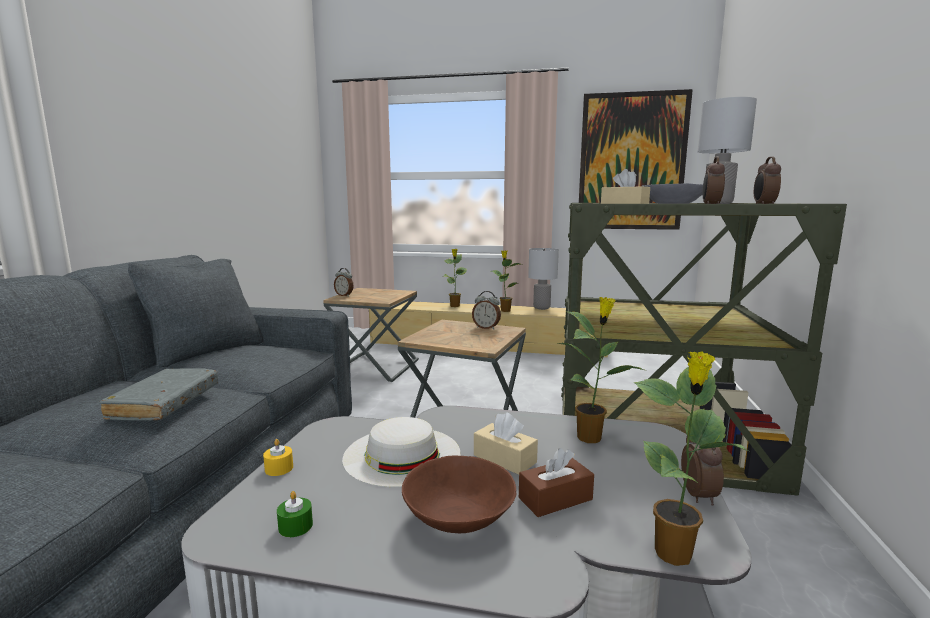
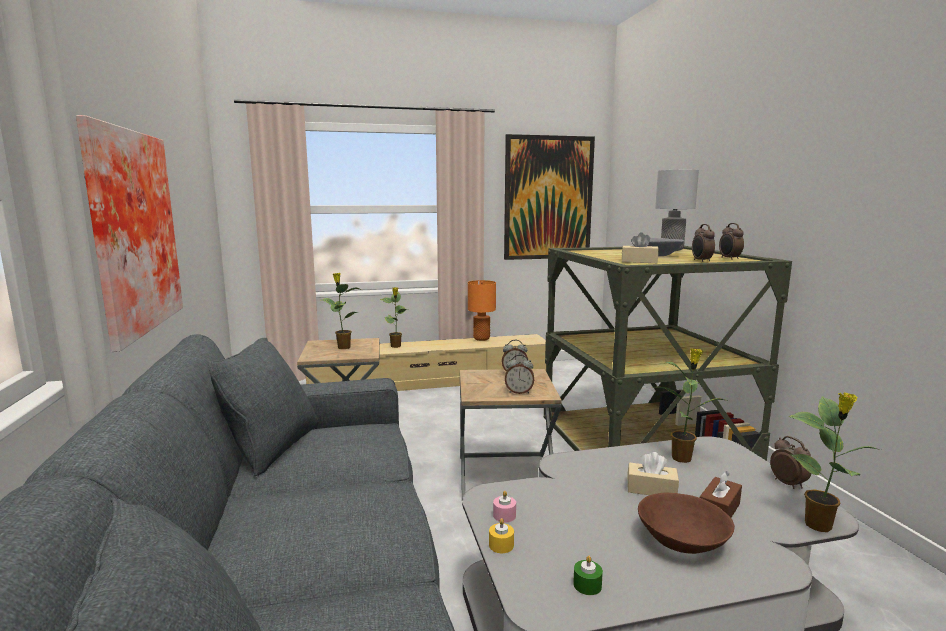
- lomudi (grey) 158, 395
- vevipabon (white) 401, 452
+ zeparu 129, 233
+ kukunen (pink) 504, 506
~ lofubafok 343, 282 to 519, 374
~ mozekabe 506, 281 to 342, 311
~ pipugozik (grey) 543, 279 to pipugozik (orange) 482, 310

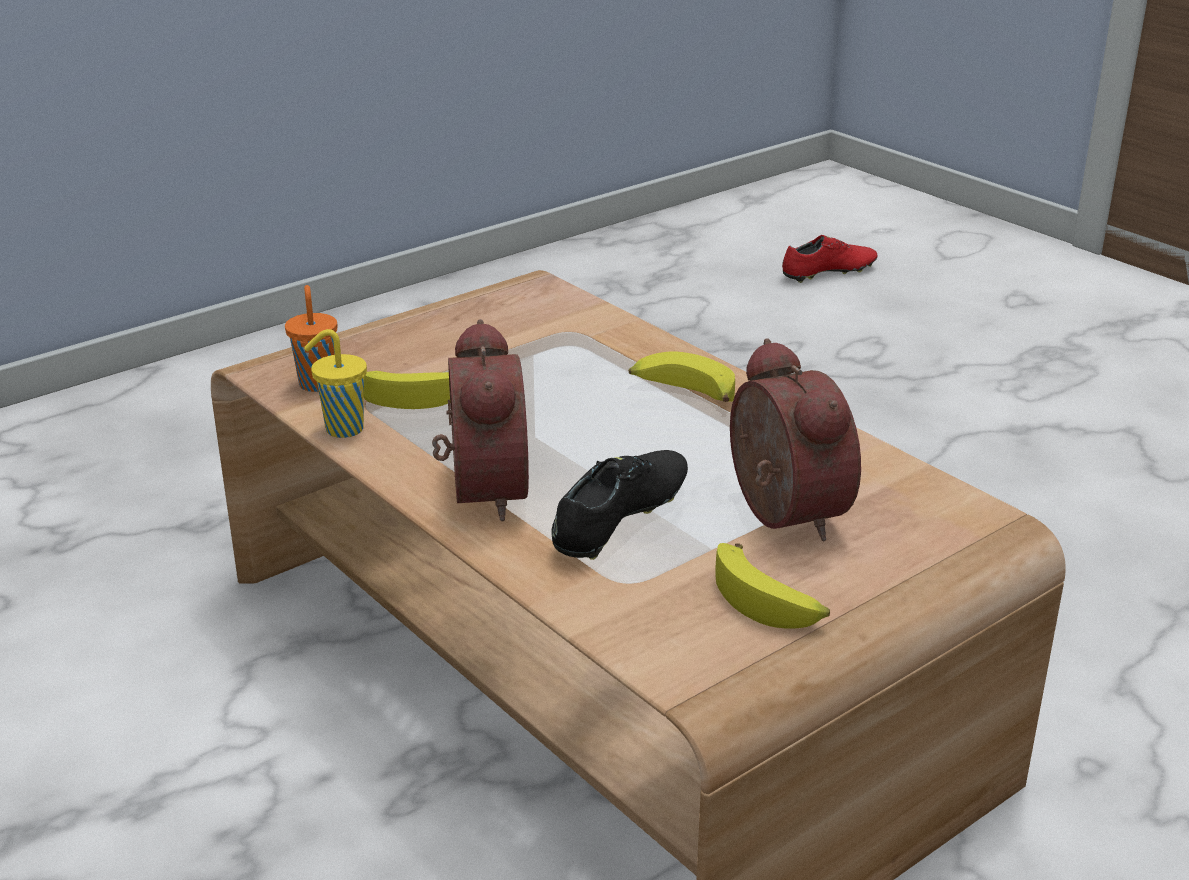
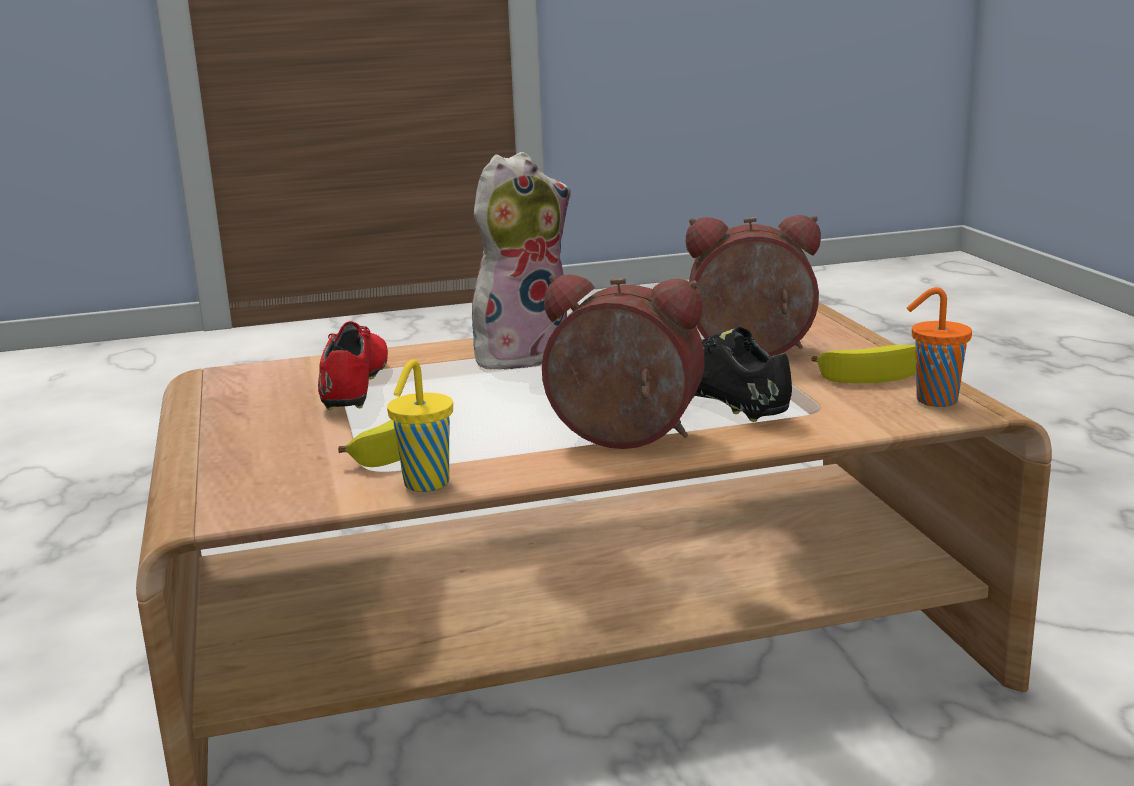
~ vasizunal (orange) 311, 338 to 939, 347
~ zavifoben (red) 829, 259 to 353, 365
~ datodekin 682, 376 to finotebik 521, 261

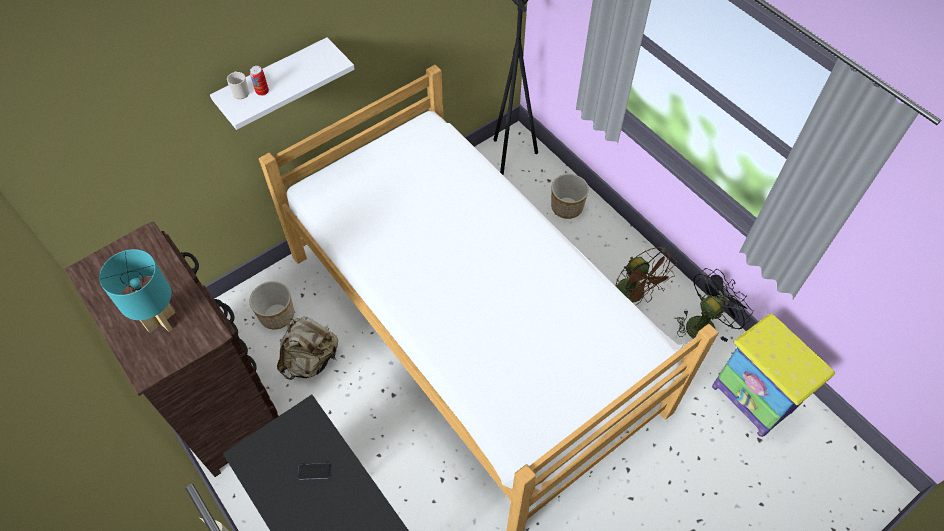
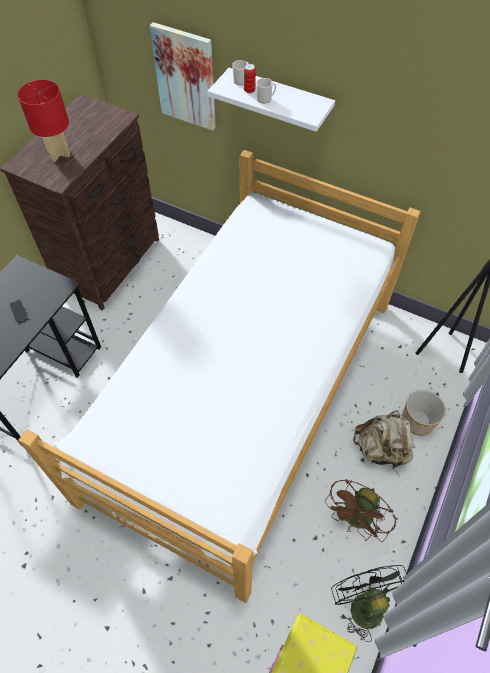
- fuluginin 271, 305
+ zeparu 183, 76
+ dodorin 266, 91
~ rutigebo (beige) 307, 348 to 384, 440
~ pipugozik (turquoise) 137, 291 to pipugozik (red) 44, 121
~ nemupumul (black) 715, 305 = 369, 603 135 degrees counterclockwise

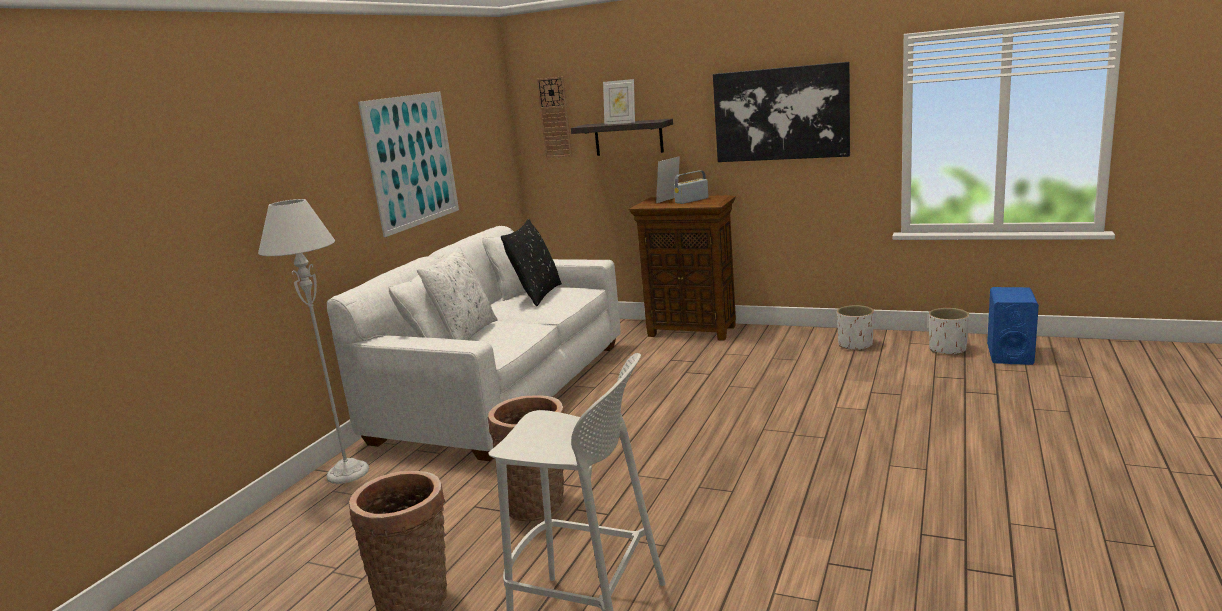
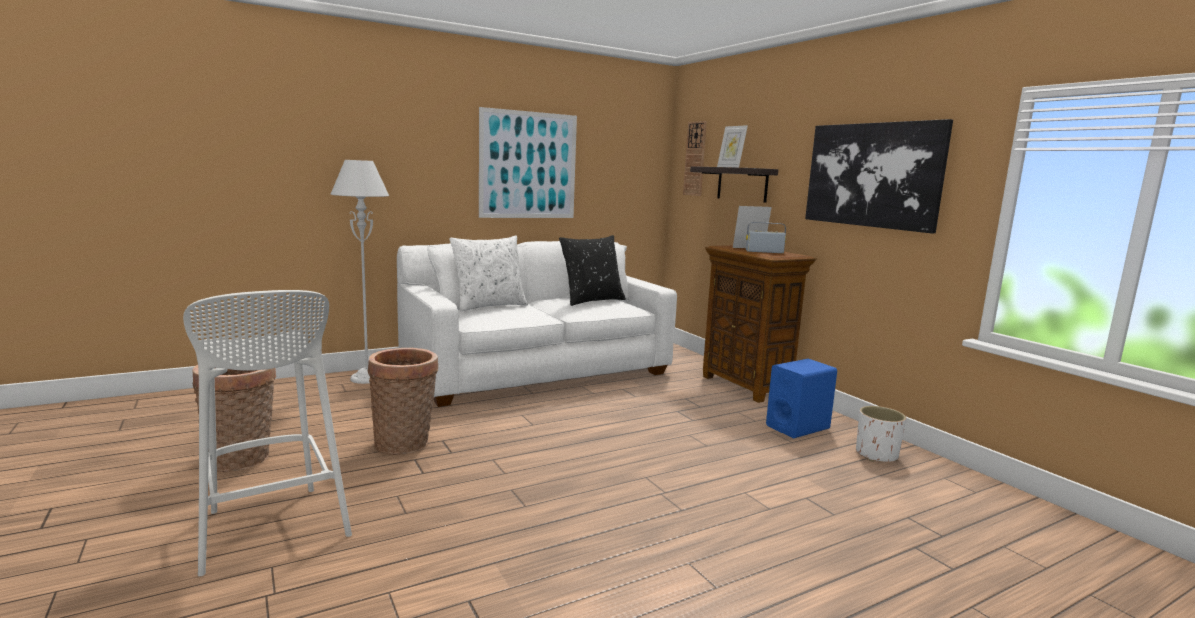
- fuluginin (white) 949, 331
~ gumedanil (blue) 1013, 326 to 801, 398

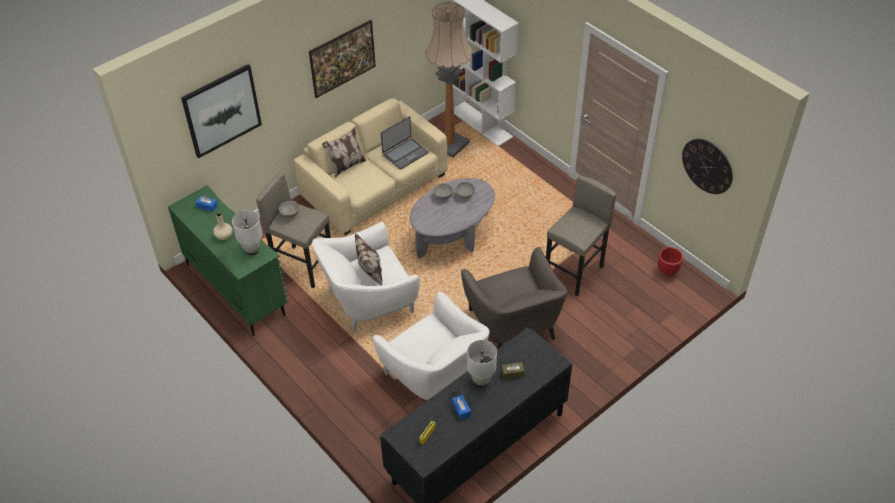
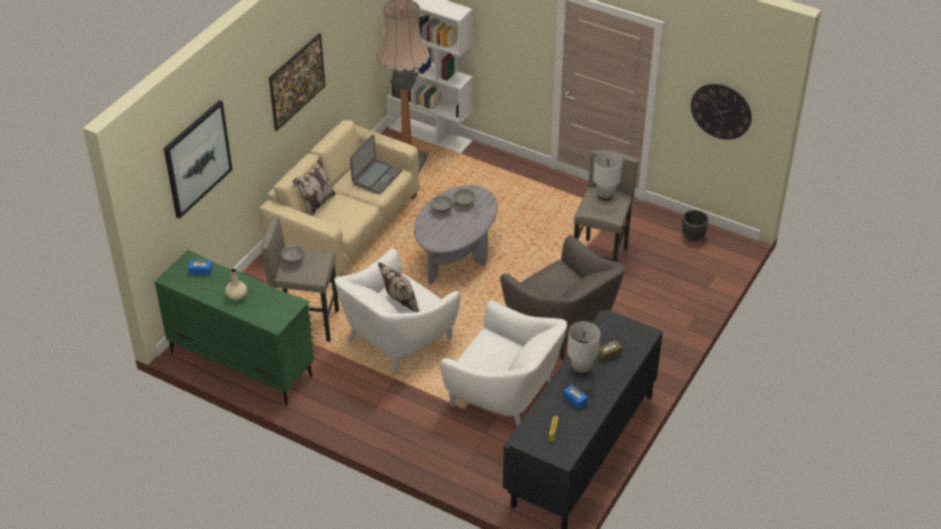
~ pipugozik (white) 247, 232 to 607, 176
~ fuluginin (red) 670, 261 to fuluginin (black) 695, 225

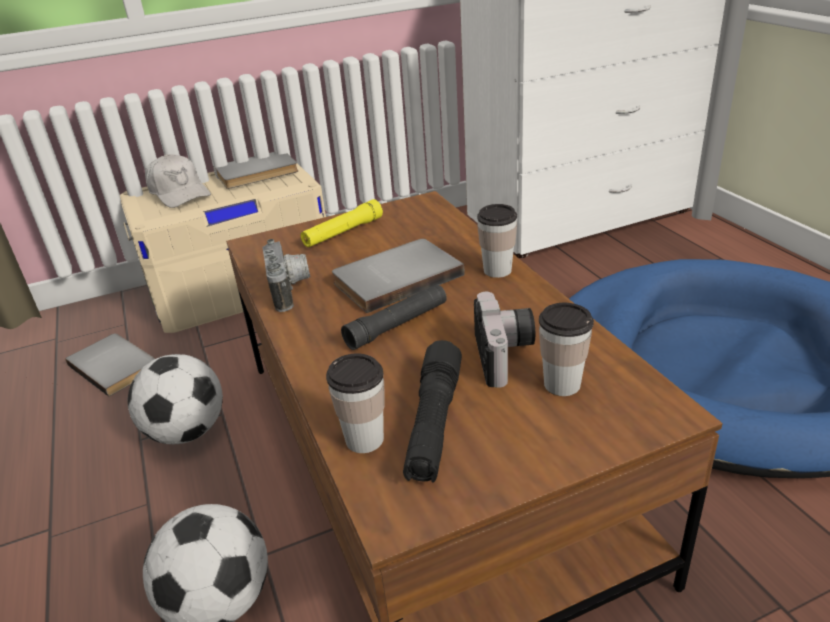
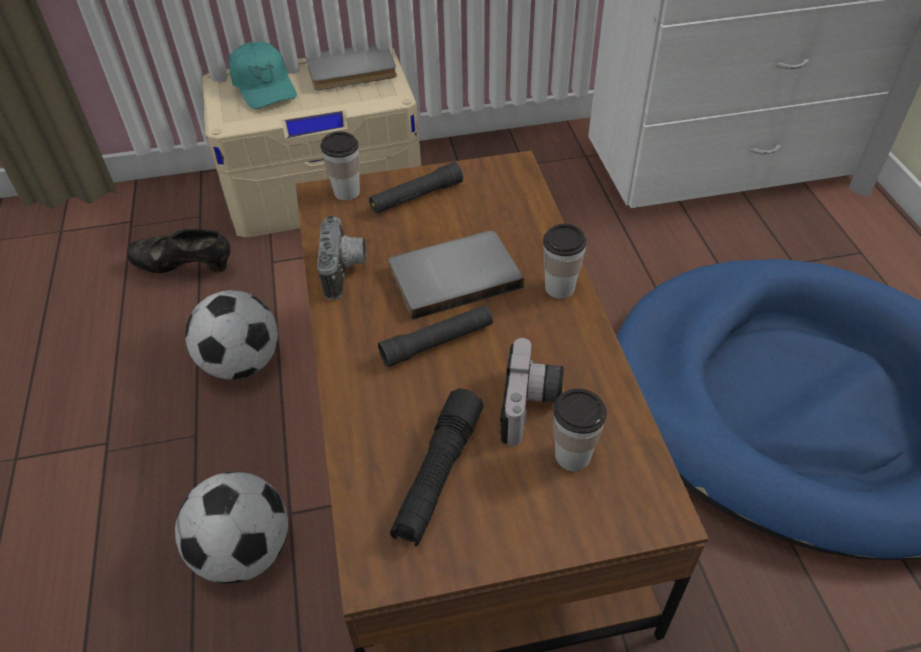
~ vasizunal 355, 403 to 340, 166
~ lomudi (grey) 110, 365 to zavifoben (black) 179, 250
~ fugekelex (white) 178, 181 to fugekelex (turquoise) 263, 75
~ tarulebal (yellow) 342, 223 to tarulebal (black) 416, 188

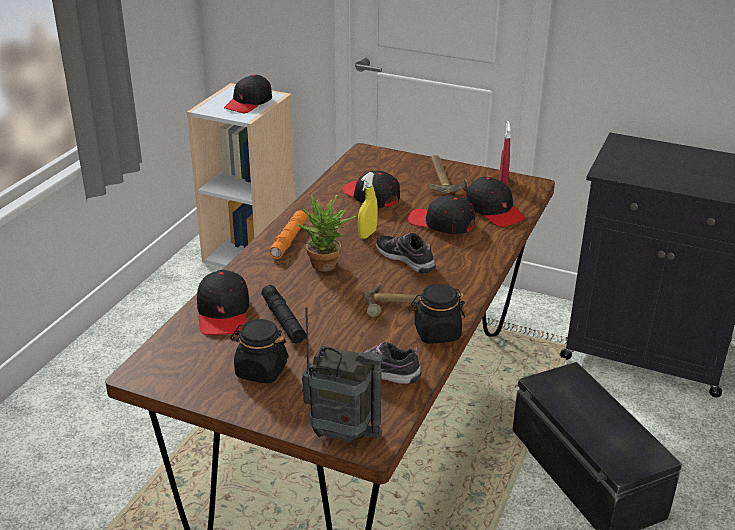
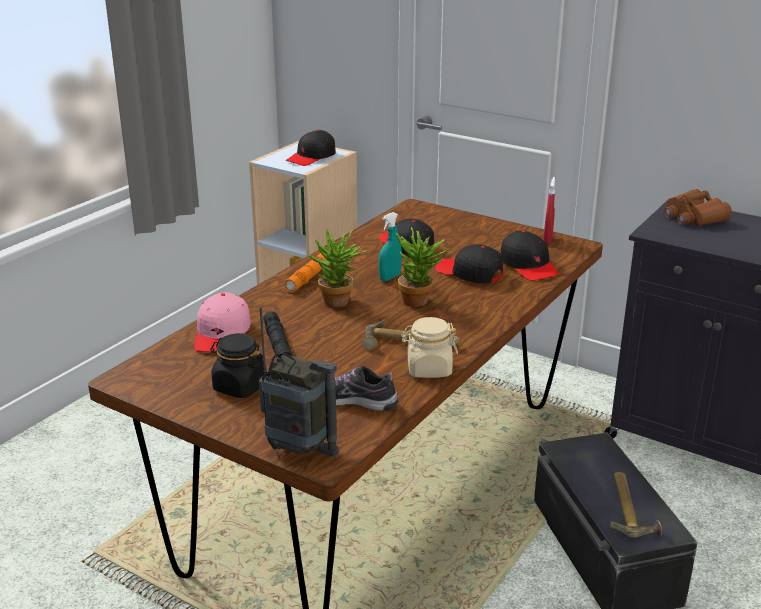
+ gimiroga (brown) 698, 207
~ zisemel 448, 174 to 636, 505
~ zavifoben 405, 253 to mozekabe 424, 267
~ fugekelex (black) 223, 302 to fugekelex (pink) 222, 322
~ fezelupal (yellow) 368, 205 to fezelupal (turquoise) 390, 246
~ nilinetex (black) 438, 314 to nilinetex (beige) 429, 347

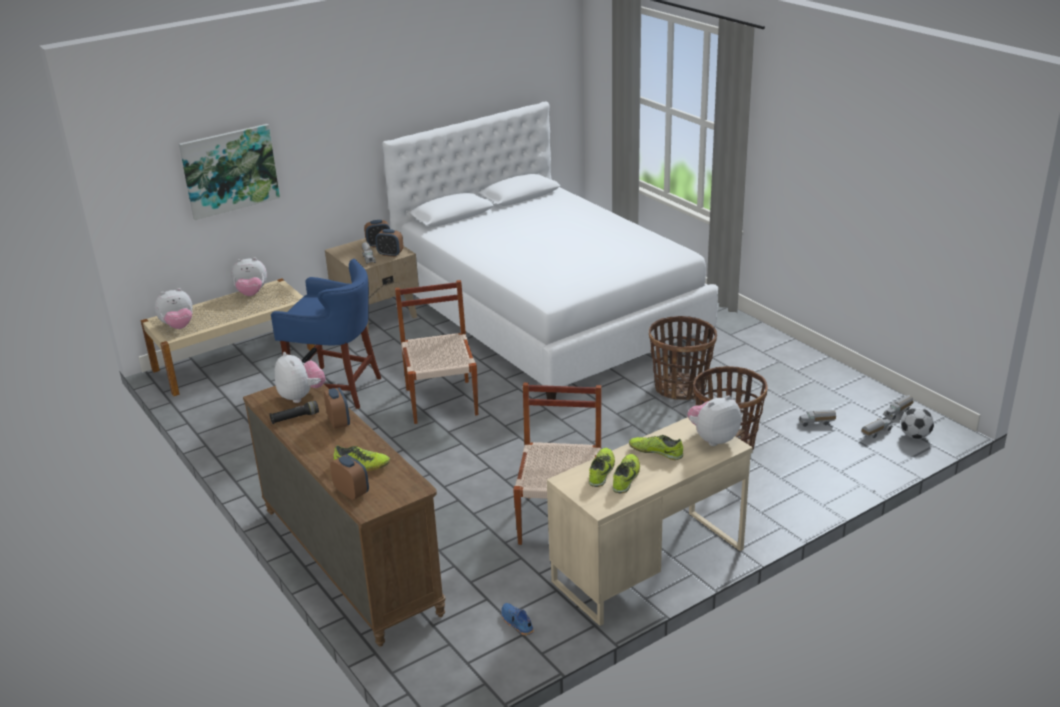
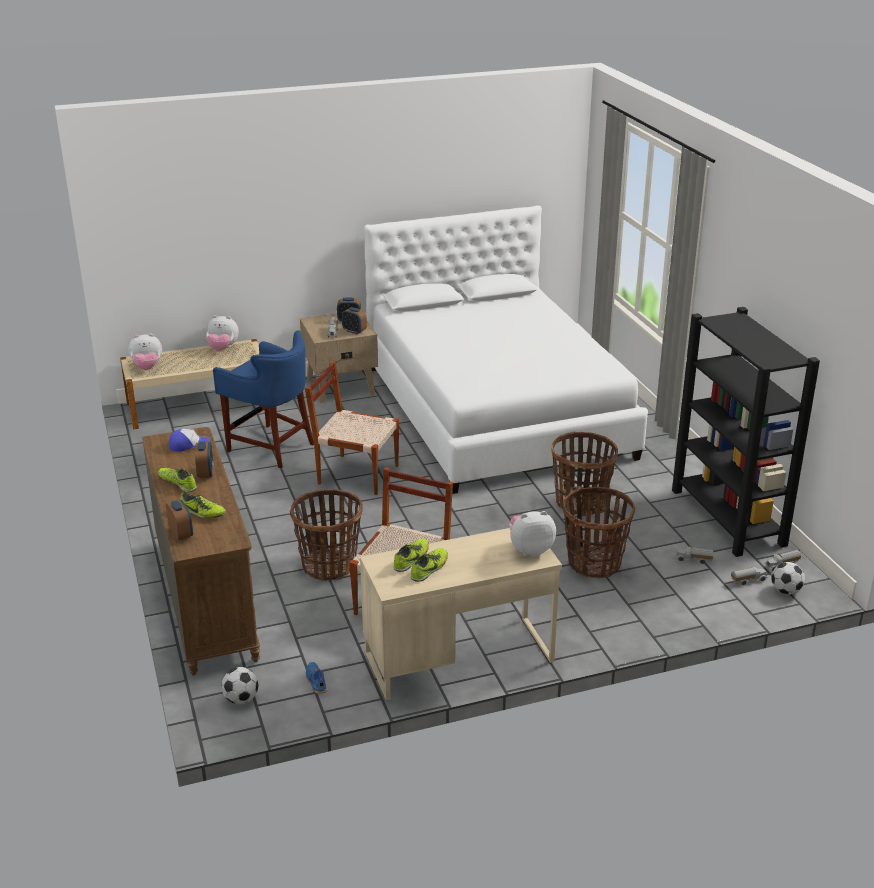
- zeparu 229, 172
- tarulebal (black) 294, 412
+ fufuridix 239, 685
+ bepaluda 326, 535
+ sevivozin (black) 746, 432
~ zavifoben 656, 447 to 177, 480
~ finotebik 300, 377 to fugekelex 189, 440
~ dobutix 436, 352 = 352, 428 75 degrees counterclockwise

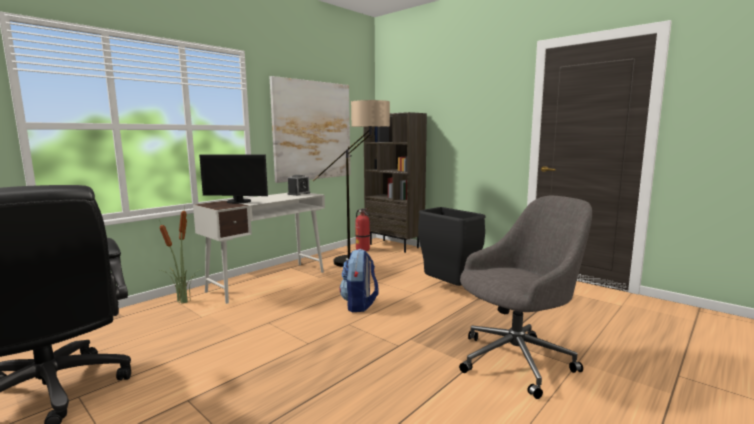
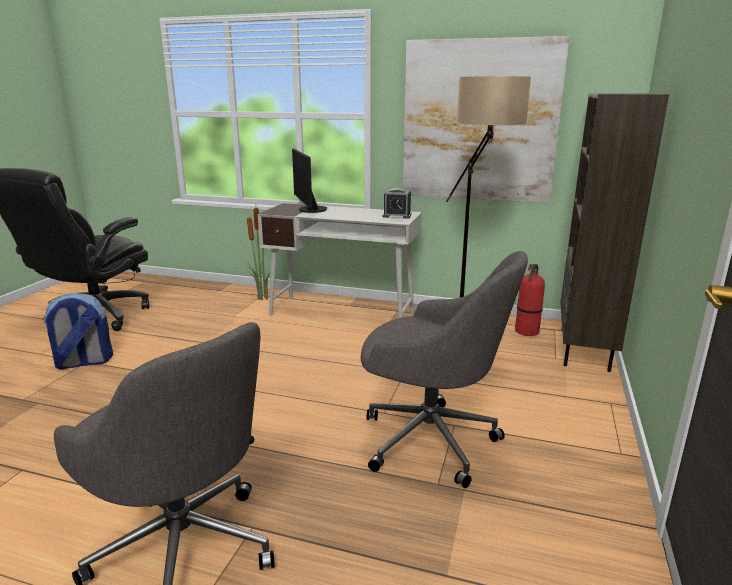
~ rutigebo 359, 280 to 77, 331
~ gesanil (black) 452, 246 to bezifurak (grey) 444, 369

